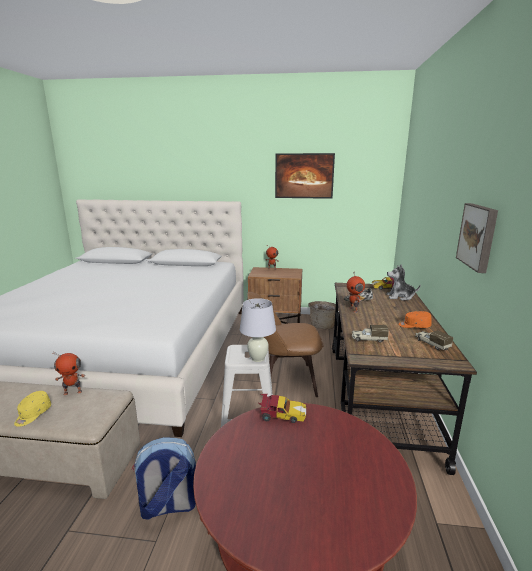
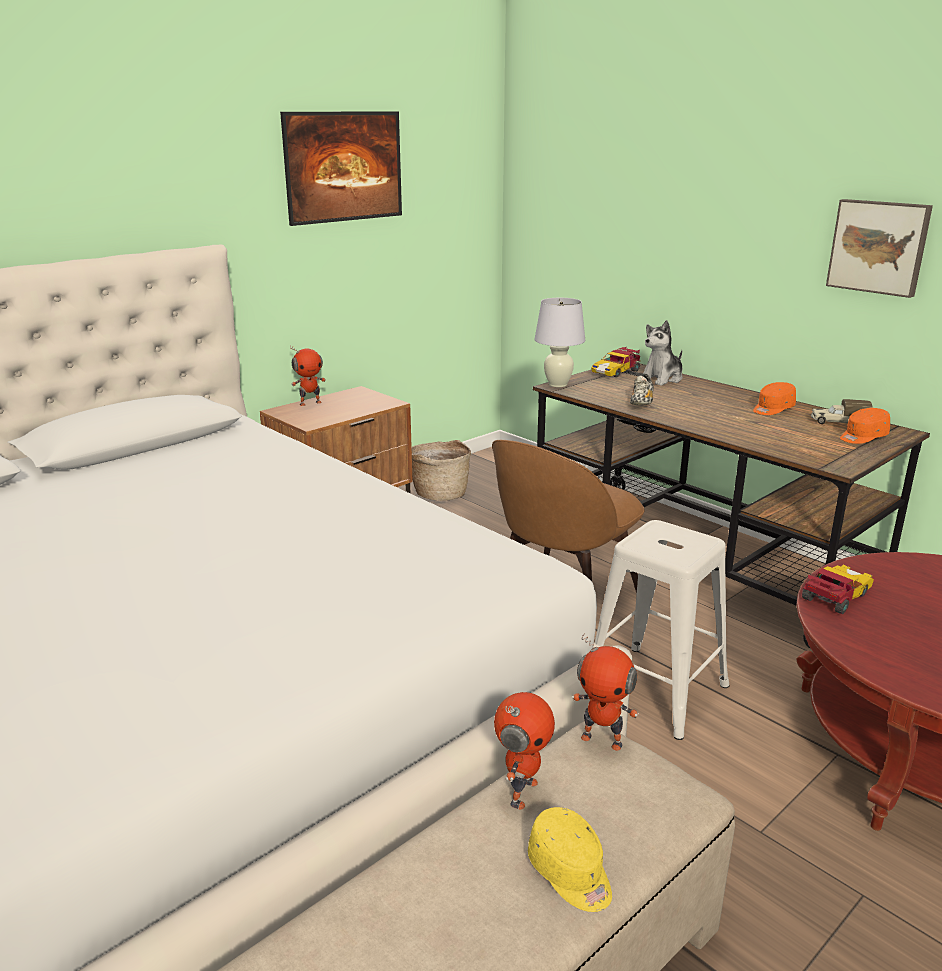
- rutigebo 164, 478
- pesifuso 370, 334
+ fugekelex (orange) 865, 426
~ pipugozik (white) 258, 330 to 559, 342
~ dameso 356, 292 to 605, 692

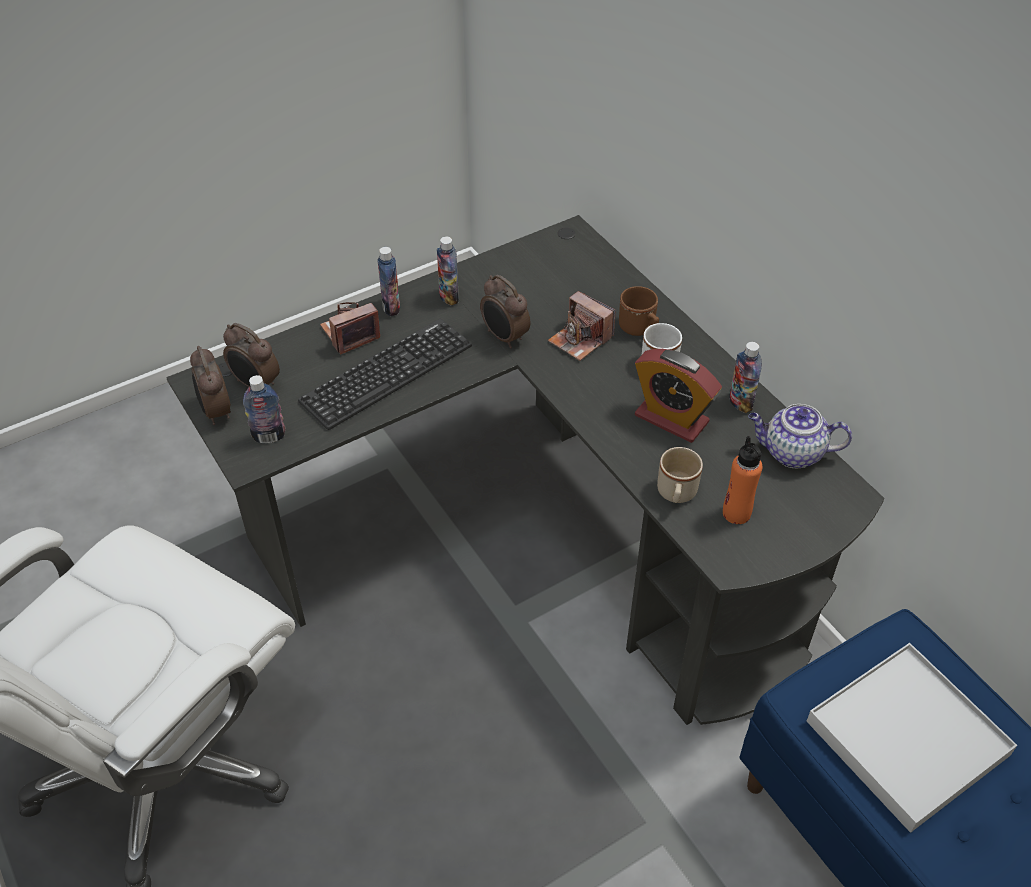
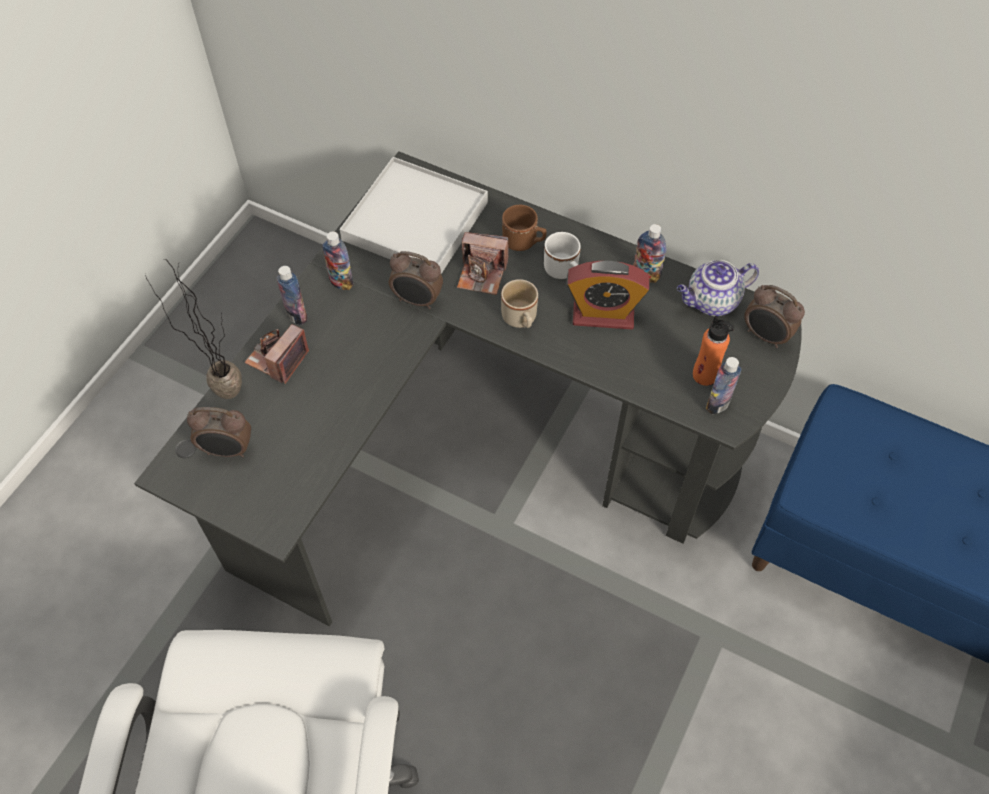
- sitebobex 385, 374
+ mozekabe 193, 329
~ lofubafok 210, 385 to 774, 316
~ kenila 264, 409 to 724, 385
~ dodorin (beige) 680, 475 to 519, 303
~ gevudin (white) 912, 738 to 414, 215

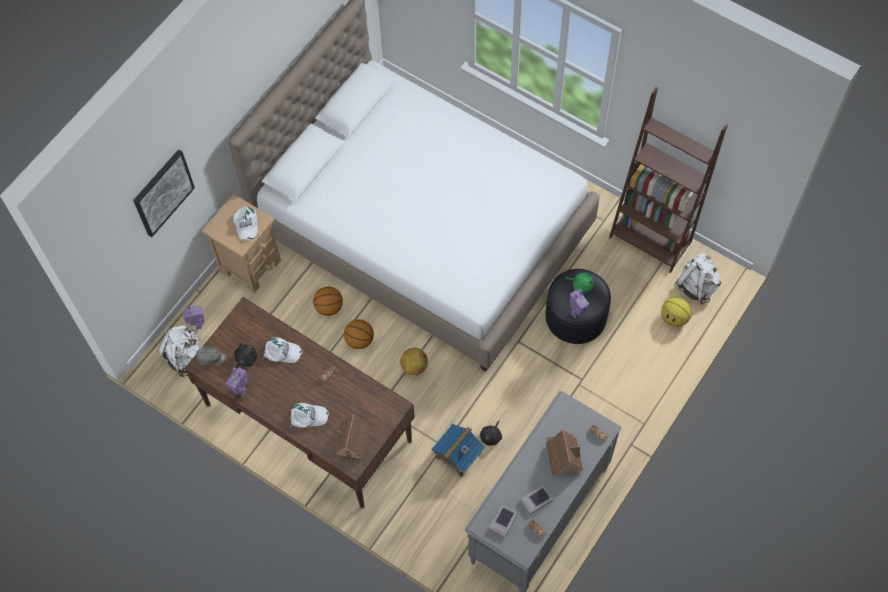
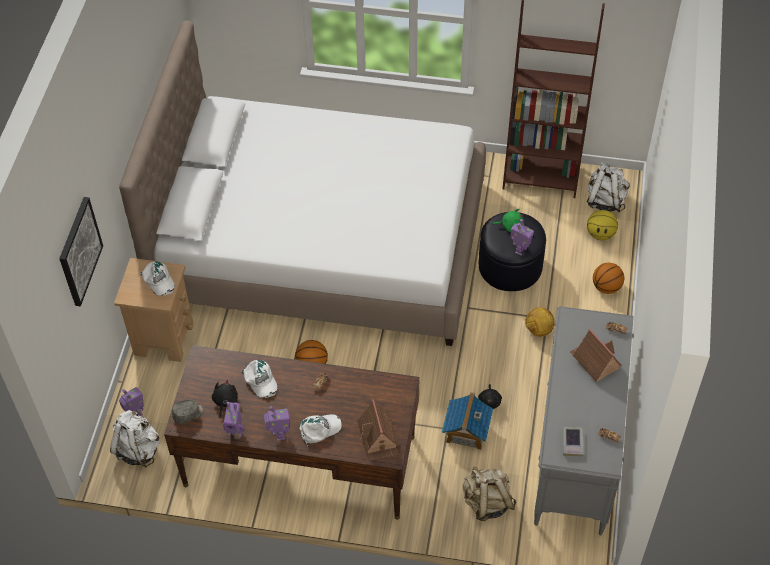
- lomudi 537, 500
+ dameso 277, 423
+ rutigebo (beige) 489, 494
~ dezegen 328, 301 to 608, 278
~ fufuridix 414, 361 to 540, 322
~ fugekelex (white) 282, 350 = 259, 379 75 degrees clockwise

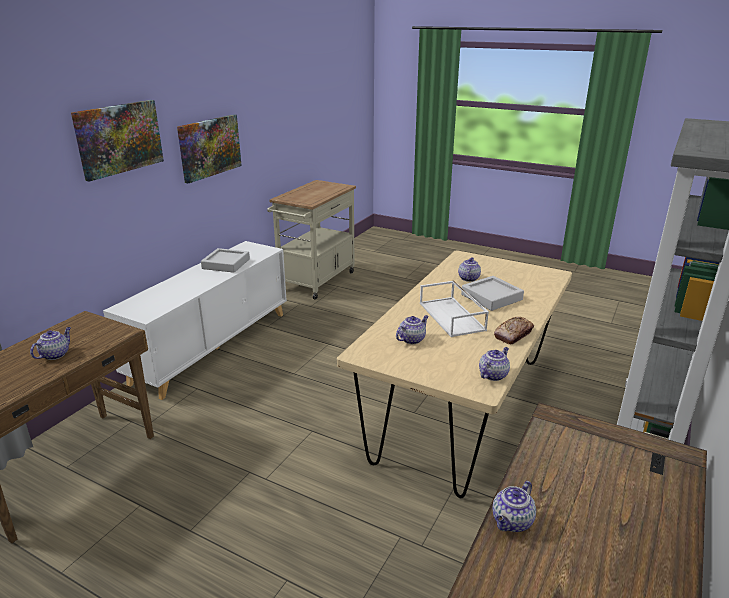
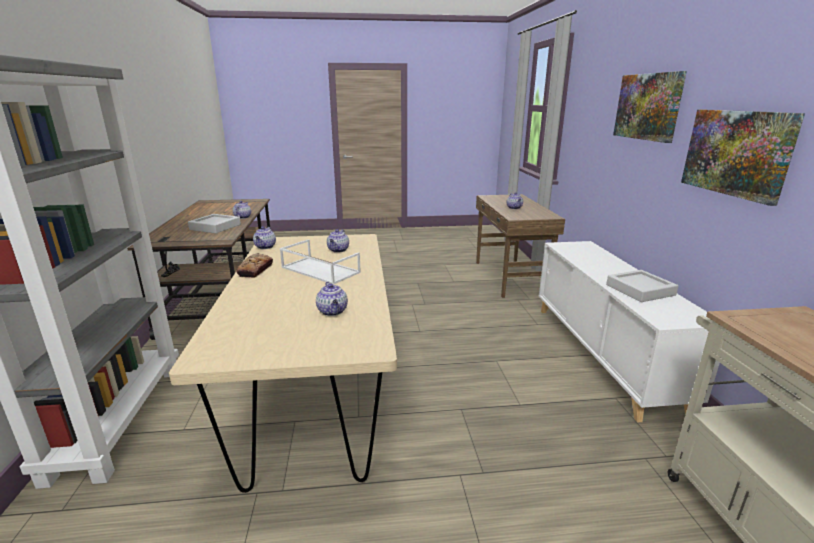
~ gevudin (grey) 492, 293 to 214, 223

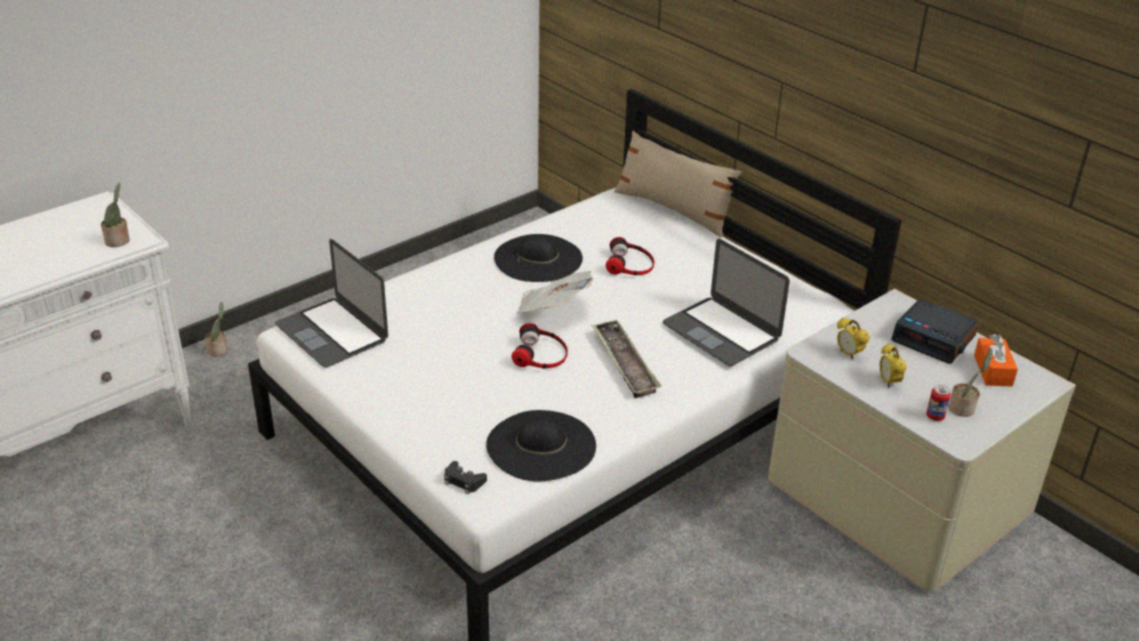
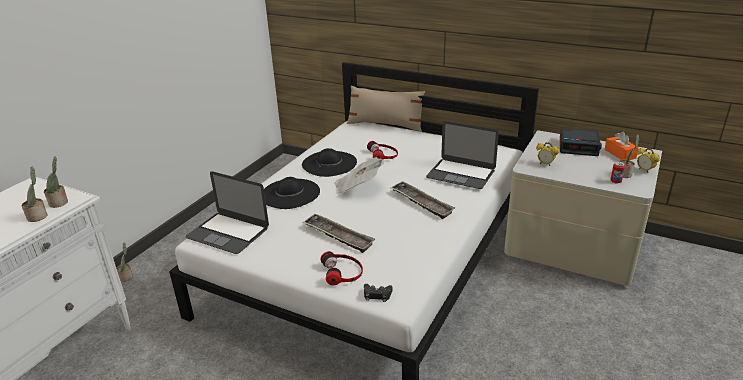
+ mozekabe 34, 194
+ gevudin 338, 233
~ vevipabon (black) 541, 445 to 292, 193
~ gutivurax 540, 346 to 341, 268
~ lofubafok 893, 365 to 648, 160

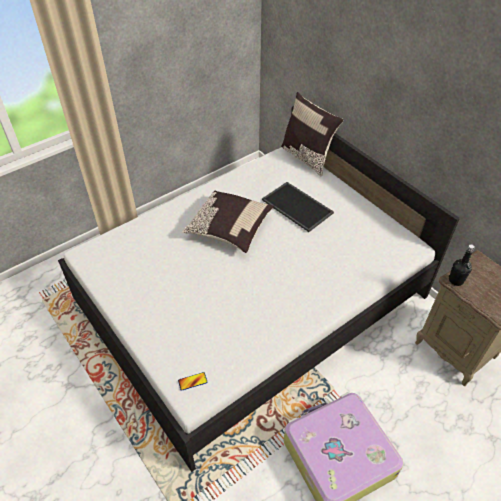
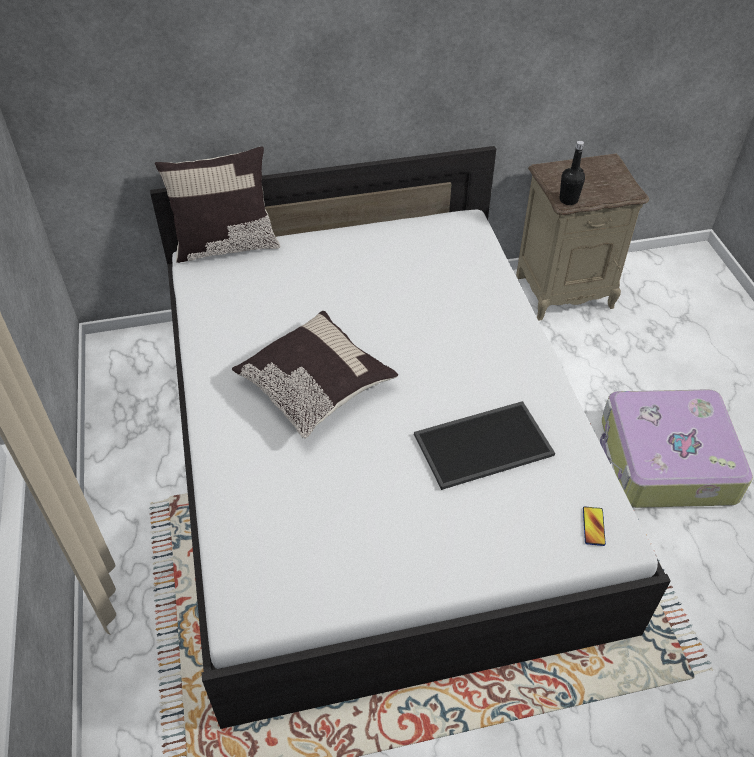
~ gevudin 298, 207 to 484, 445

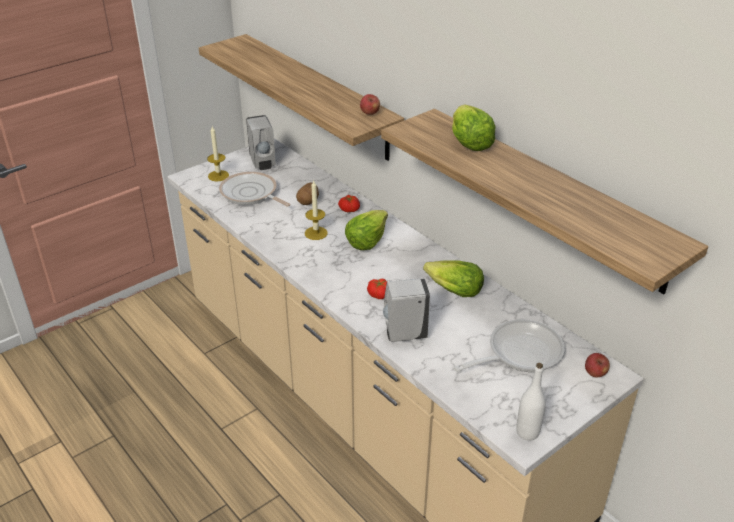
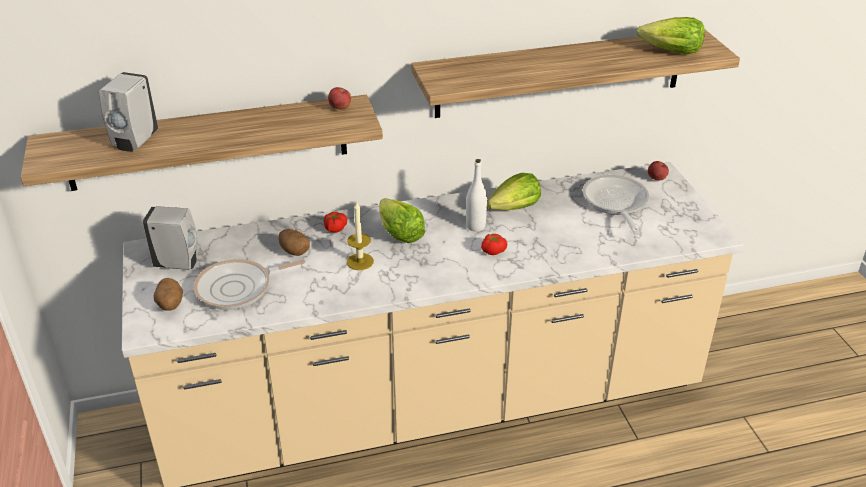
~ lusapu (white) 406, 310 to 128, 112
~ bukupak 474, 127 to 671, 35
~ kenila (white) 531, 402 to 476, 195
~ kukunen 218, 153 to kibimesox 168, 294

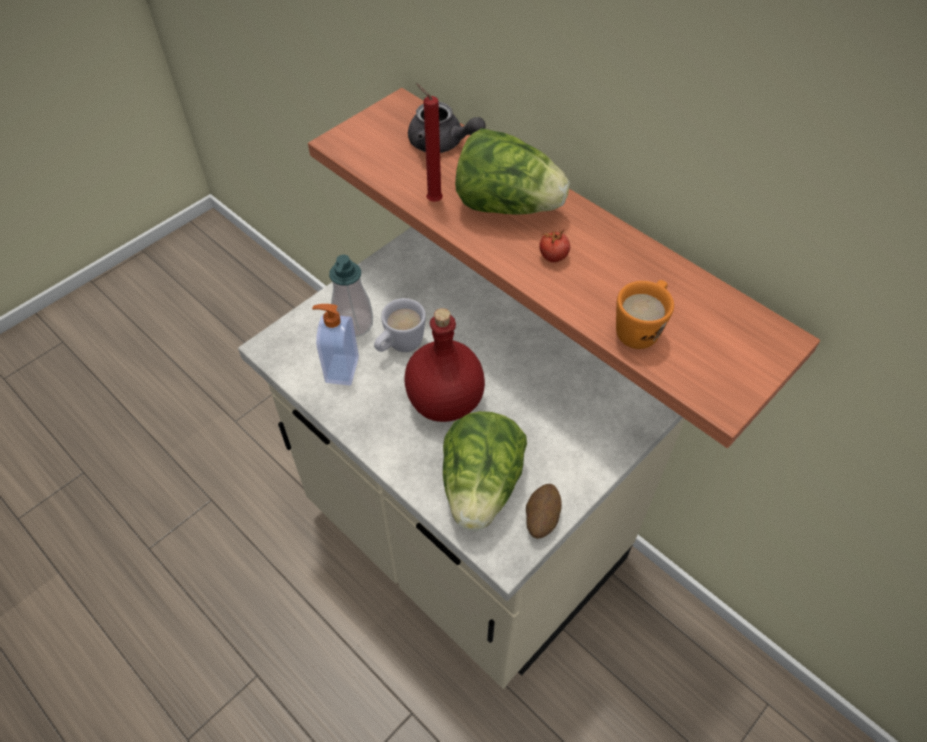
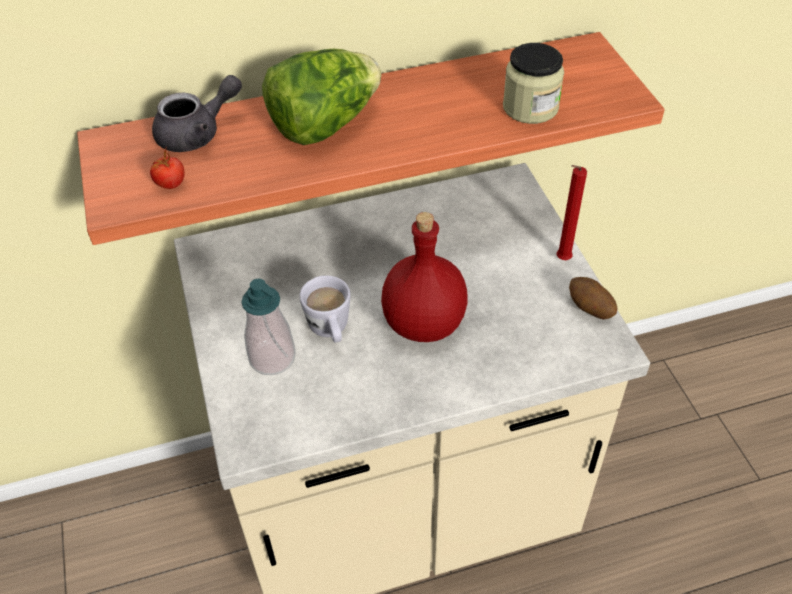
- lusapu 335, 345
- bukupak 485, 471
~ kukunen (red) 429, 142 to 571, 212
~ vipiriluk 554, 245 to 167, 169
~ dodorin (orange) 645, 314 to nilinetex 533, 83

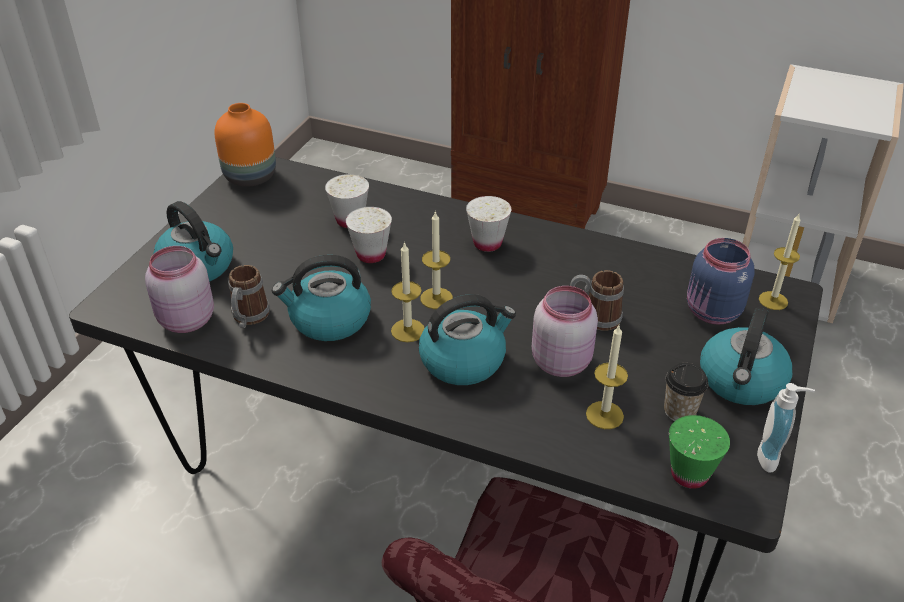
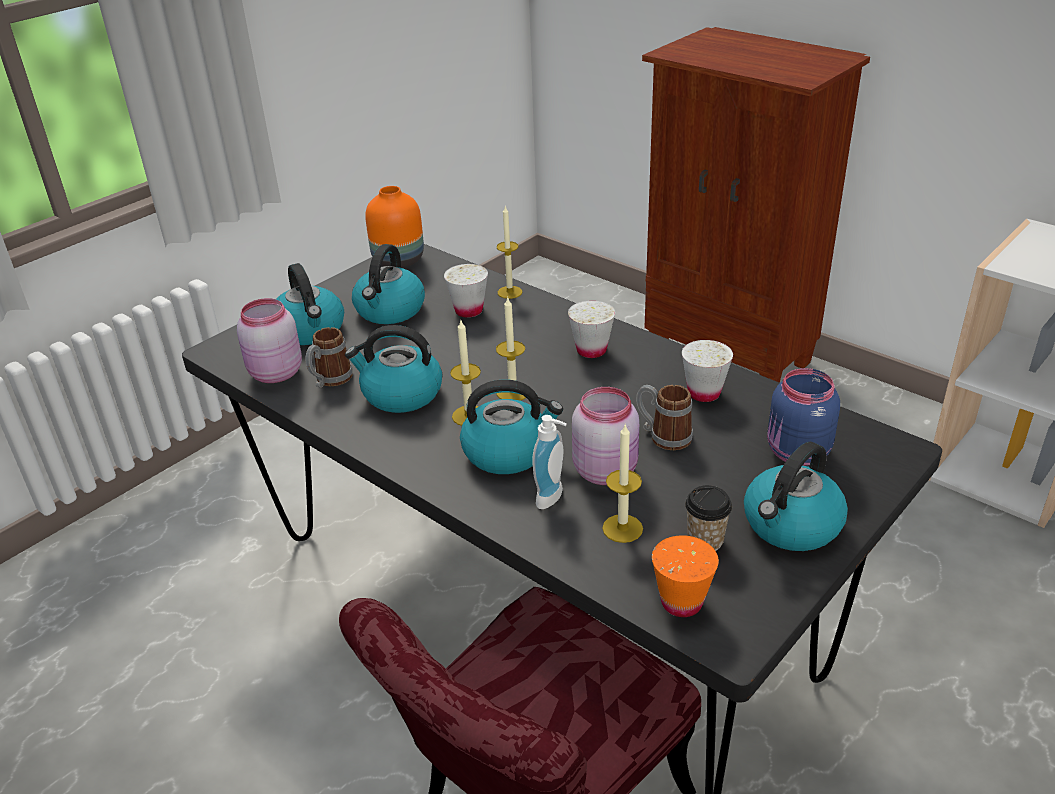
+ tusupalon 388, 284
~ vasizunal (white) 369, 235 to 707, 371
~ lusapu 786, 428 to 549, 462
~ kukunen 780, 262 to 509, 252
~ vasizunal (green) 699, 452 to vasizunal (orange) 685, 576

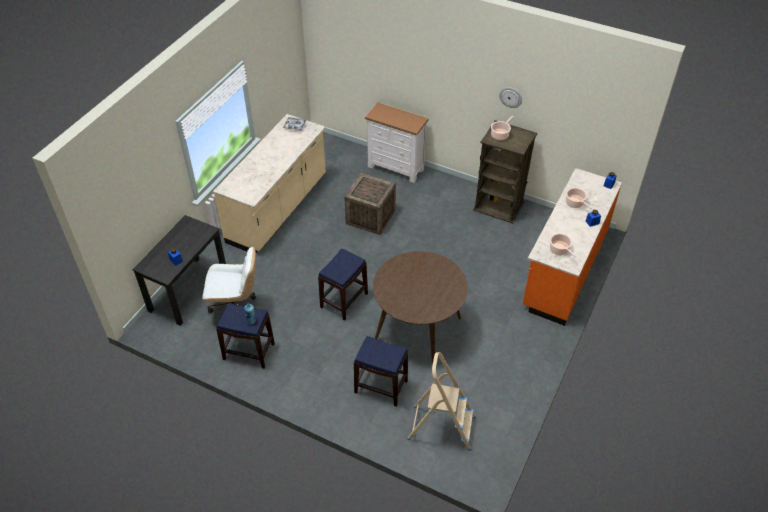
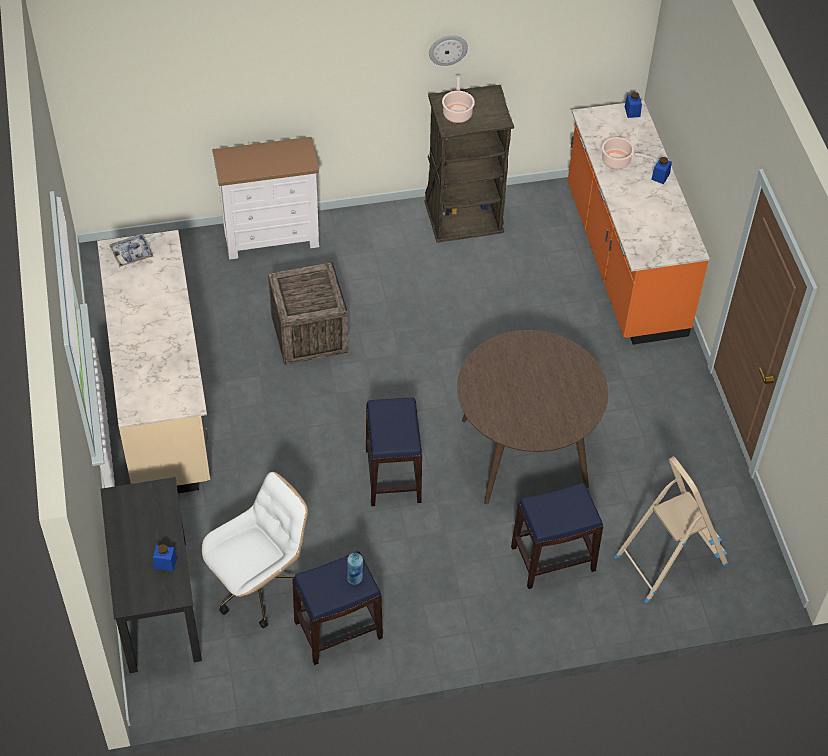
- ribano 563, 245

